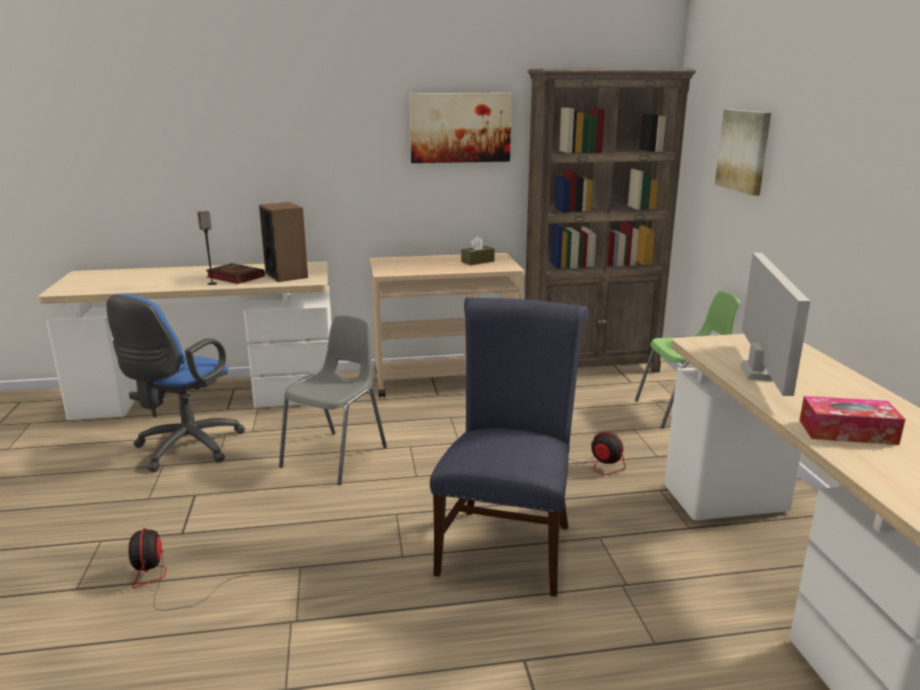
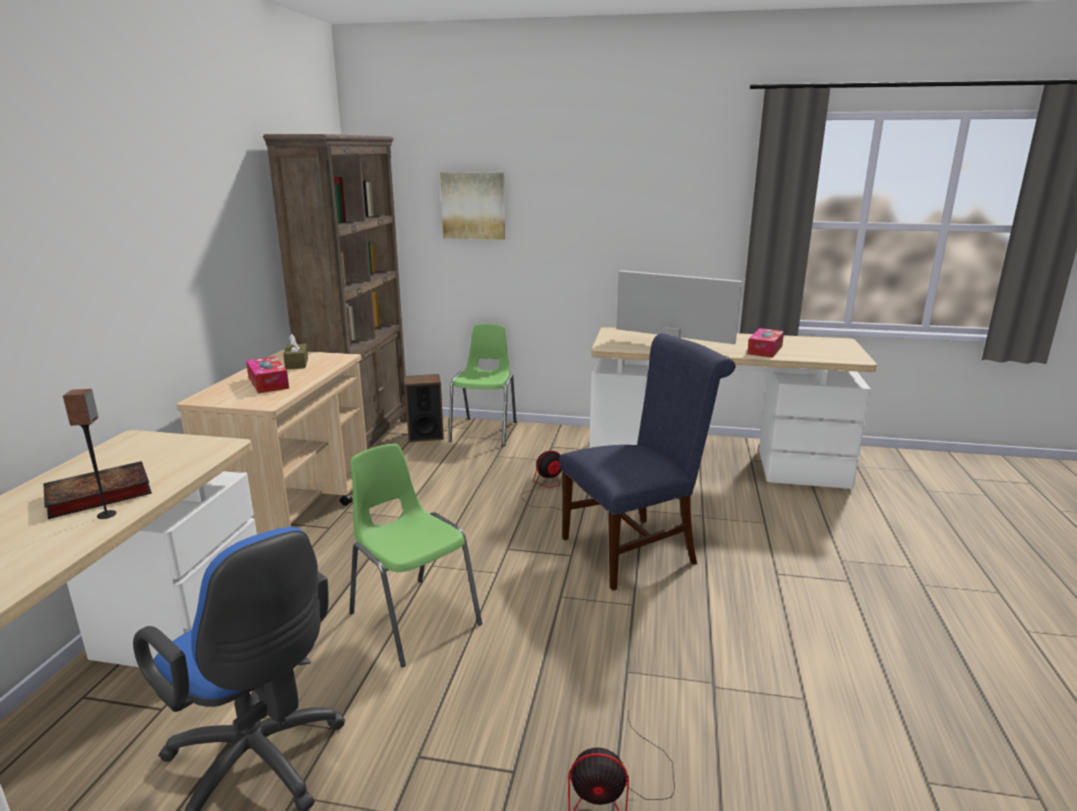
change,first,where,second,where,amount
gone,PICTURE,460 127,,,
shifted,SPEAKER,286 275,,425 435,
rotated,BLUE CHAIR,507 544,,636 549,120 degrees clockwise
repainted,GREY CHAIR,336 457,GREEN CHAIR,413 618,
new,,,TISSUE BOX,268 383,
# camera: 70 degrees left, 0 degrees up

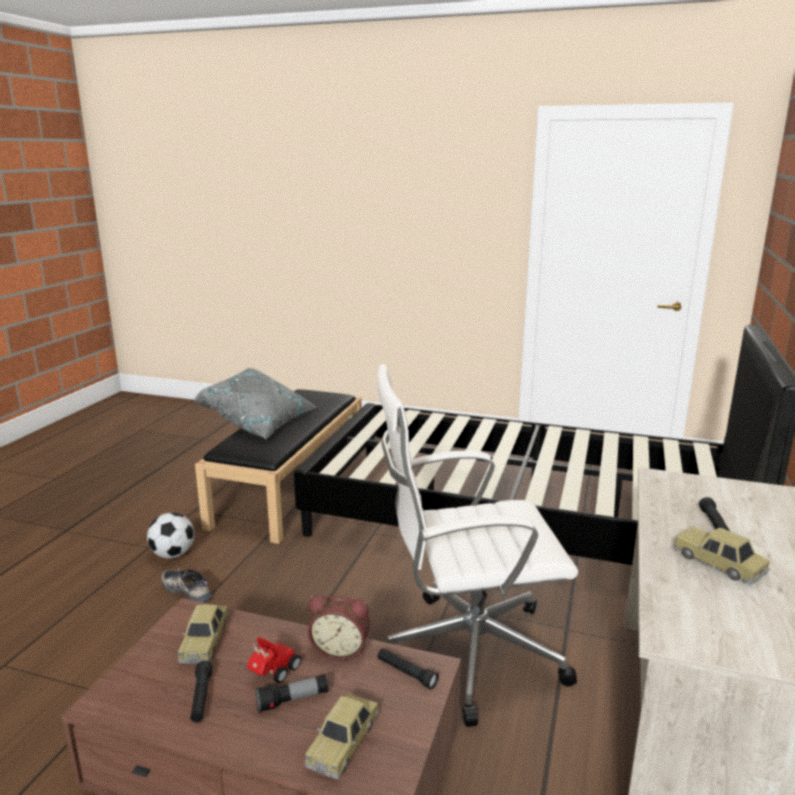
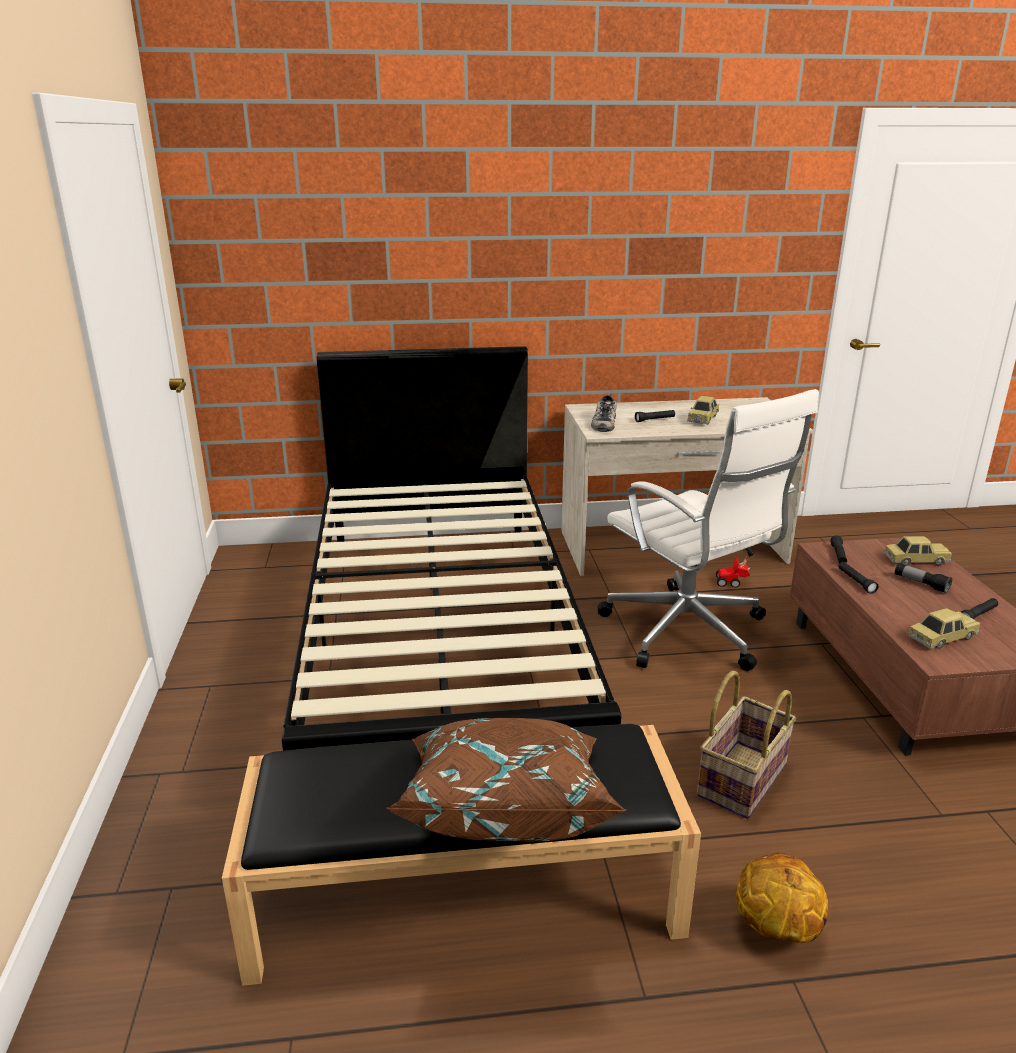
change,first,where,second,where,amount
repainted,GREY PILLOW,259 423,BROWN PILLOW,505 806,
swapped,FOOTBALL,173 554,BASKETBALL,775 928,
shifted,SHOE,188 590,,603 423,
swapped,ALARM CLOCK,340 649,BLACK FLASHLIGHT,856 582,
shifted,TOY CAR,272 673,,732 582,
new,,,BASKET,741 778,
# camera: 115 degrees left, 5 degrees up

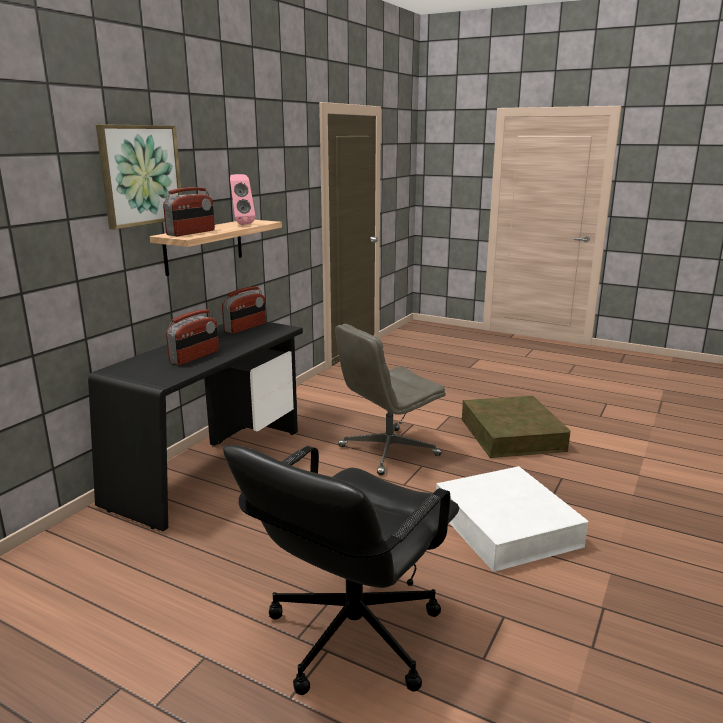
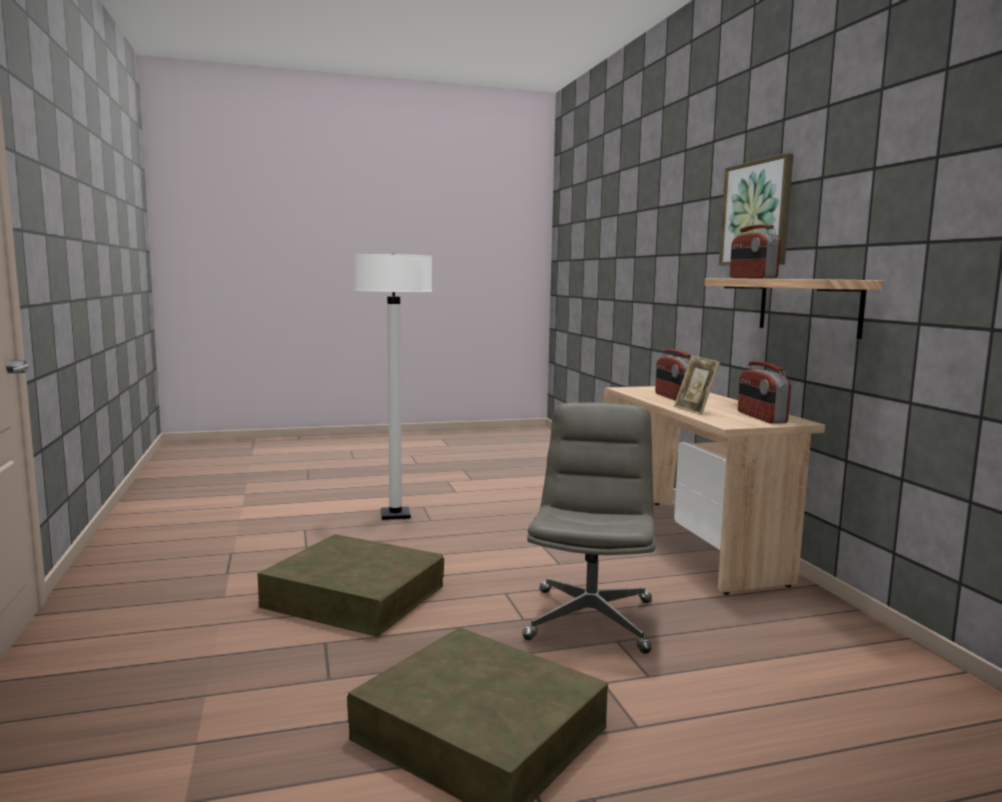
change,first,where,second,where,amount
gone,PINK SPEAKER,241 224,,,
repainted,BLACK DESK,212 467,BEIGE DESK,687 542,
swapped,BLACK OFFICE CHAIR,351 634,WHITE FLOOR LAMP,395 515,
repainted,WHITE STORAGE BOX,506 526,BROWN STORAGE BOX,354 596,
new,,,PICTURE FRAME,694 410,
# camera: 135 degrees right, 10 degrees down

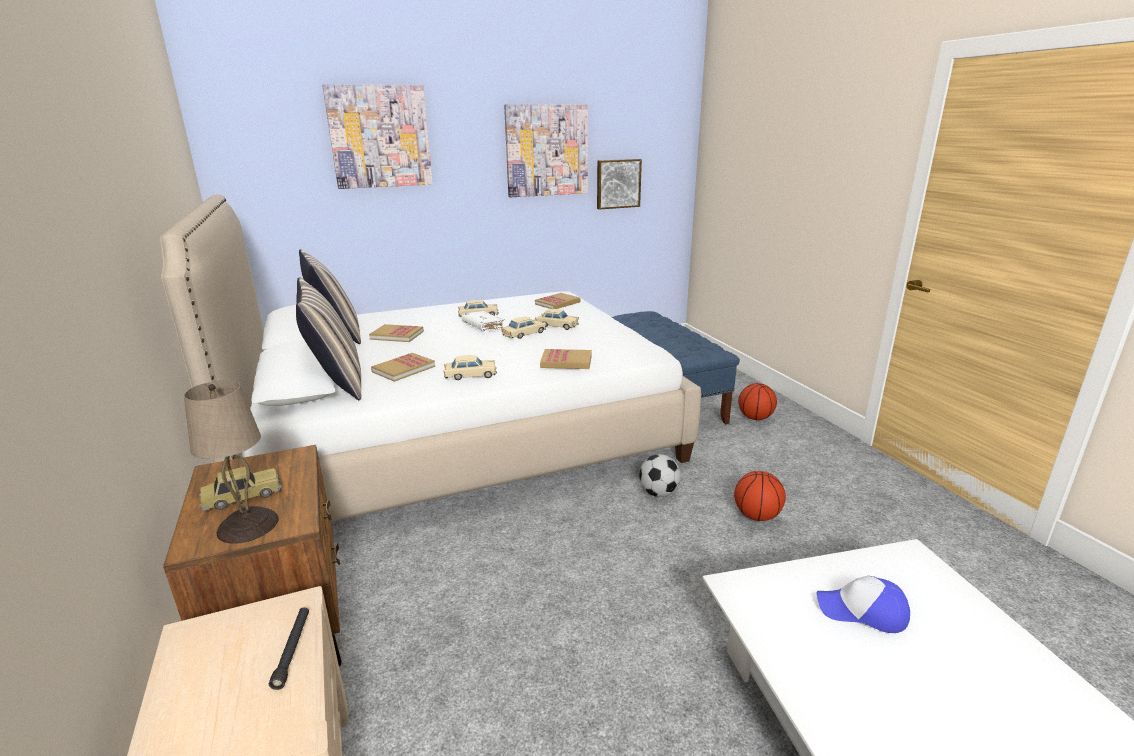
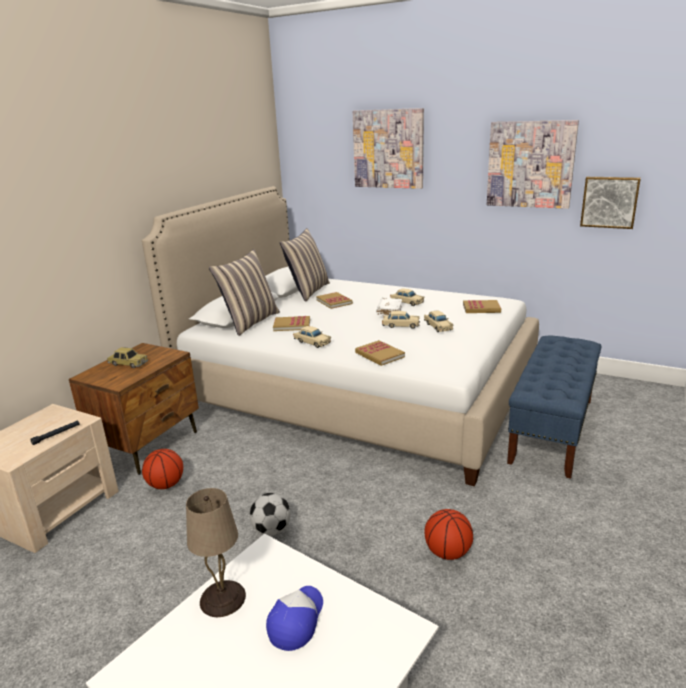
change,first,where,second,where,amount
shifted,BEIGE TABLE LAMP,247 526,,221 599,
shifted,BASKETBALL,755 418,,166 485,
shifted,FOOTBALL,659 493,,271 530,
rotated,CAP,862 611,,296 620,45 degrees clockwise
# camera: 50 degrees right, 0 degrees up

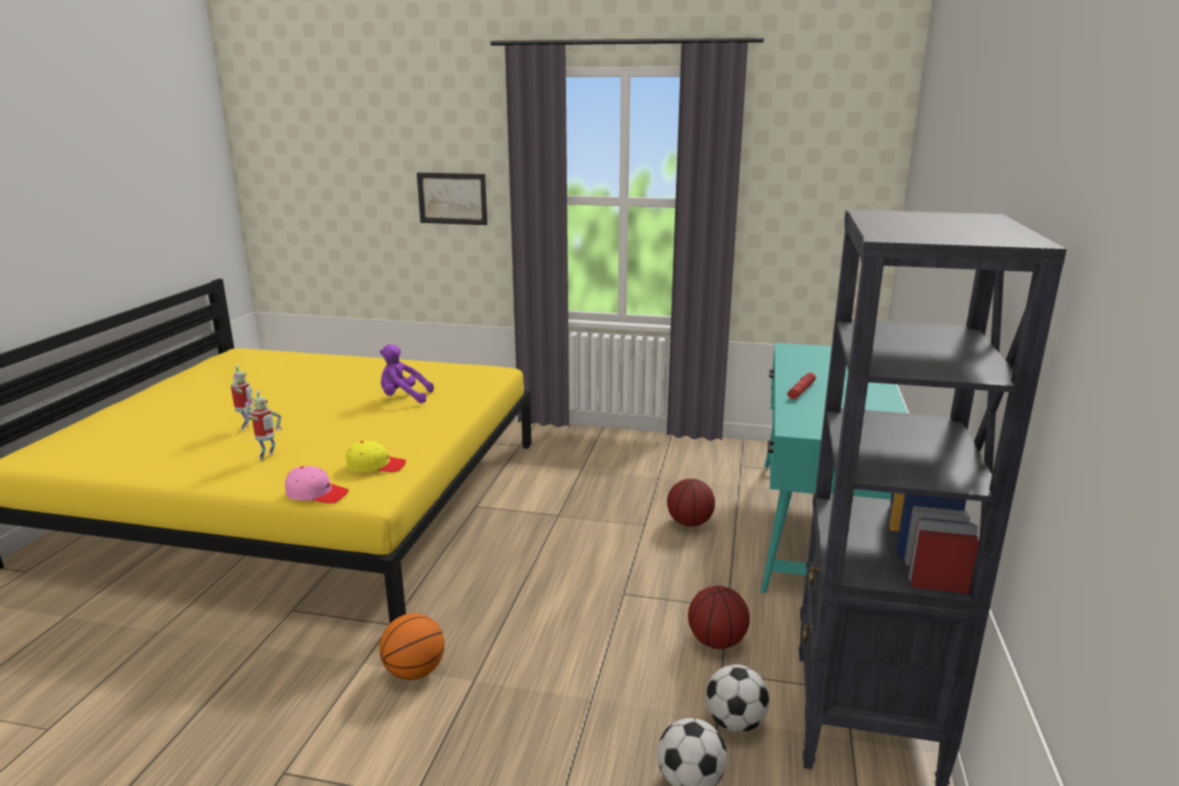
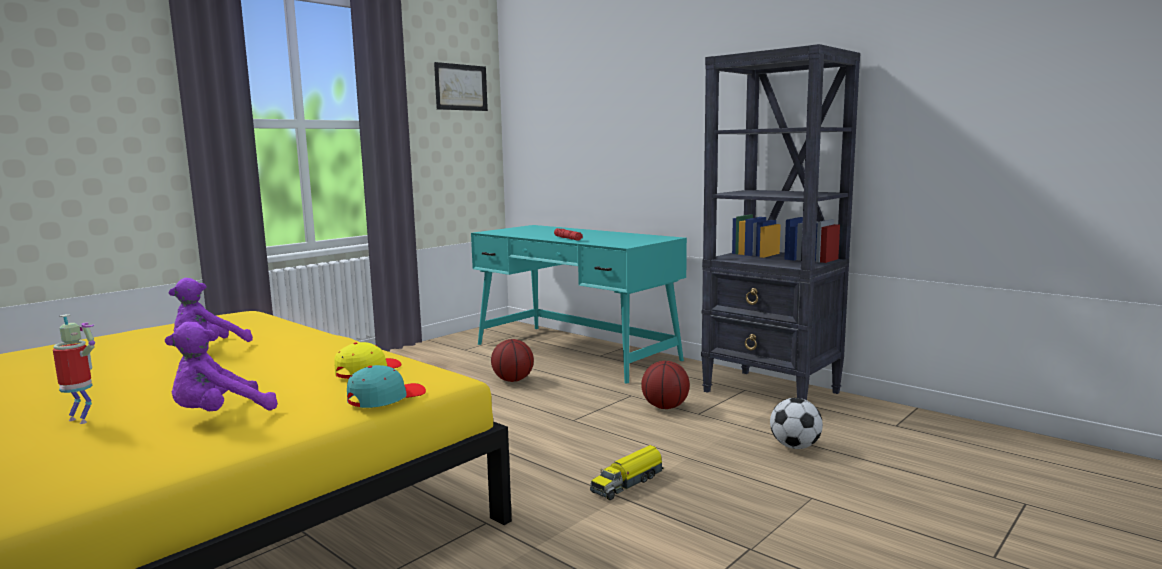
change,first,where,second,where,amount
shifted,PICTURE,452 198,,461 87,
swapped,TOY ROBOT,268 457,PURPLE PLUSH TOY,219 415,
repainted,PINK CAP,316 494,TURQUOISE CAP,386 398,
gone,BASKETBALL,414 671,,,
gone,FOOTBALL,734 722,,,
new,,,TOY TRUCK,628 482,
# camera: 60 degrees left, 10 degrees down

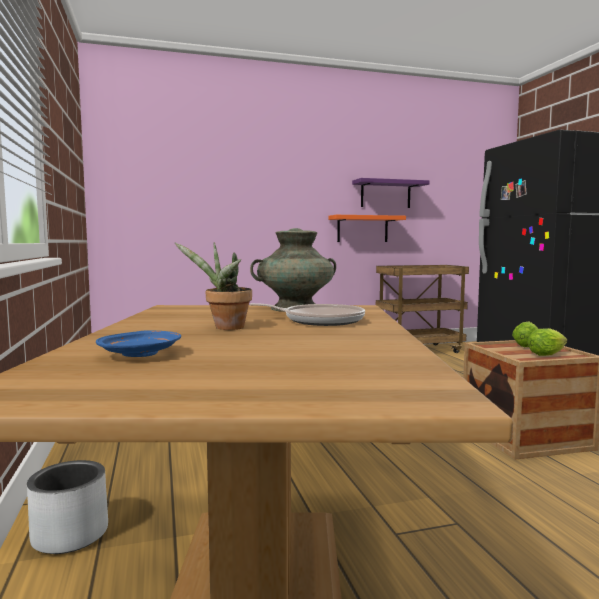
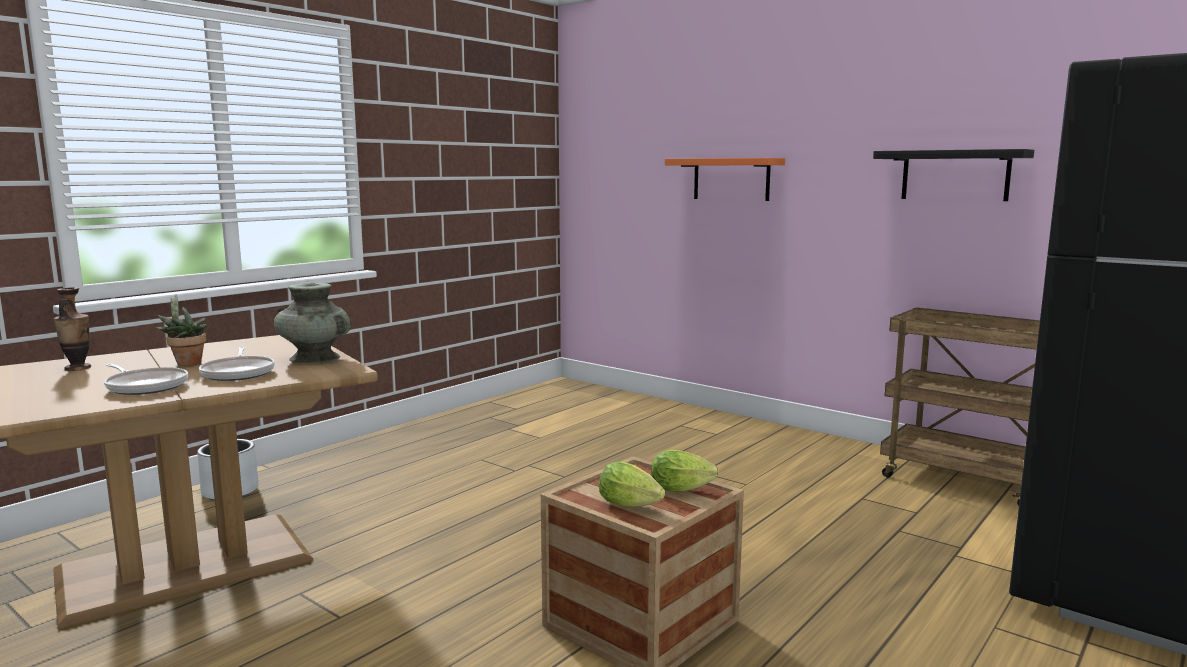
change,first,where,second,where,amount
repainted,PURPLE SHELF,385 194,BLACK SHELF,955 175,
shifted,ORANGE SHELF,362 229,,731 179,
swapped,BLUE PLATE,141 354,VASE,78 368,
new,,,FRYING PAN,145 386,
# camera: 55 degrees right, 5 degrees up

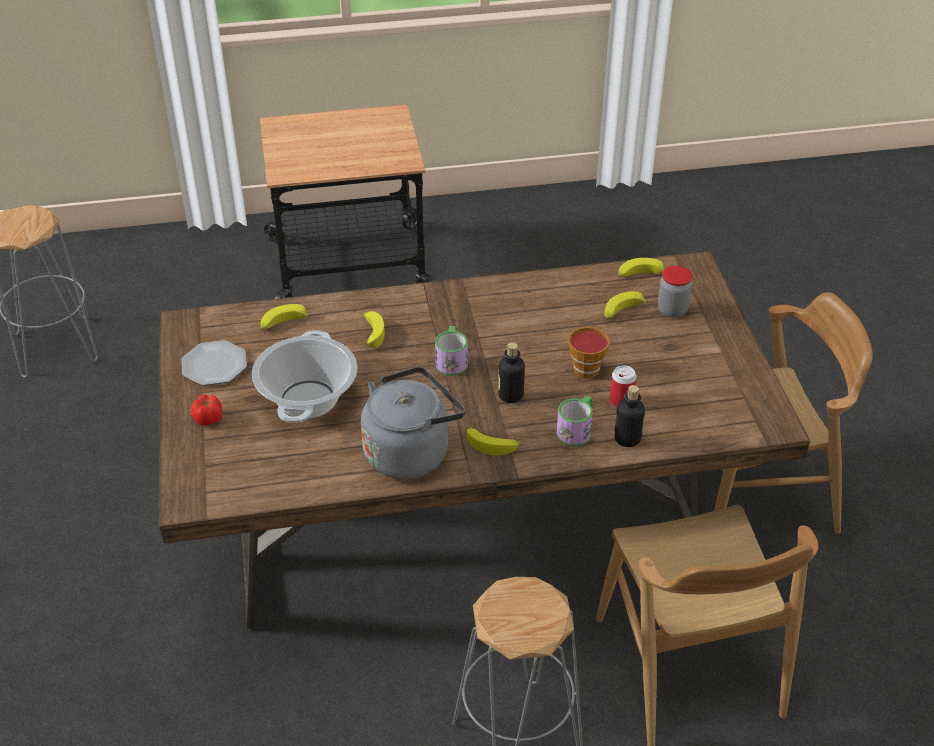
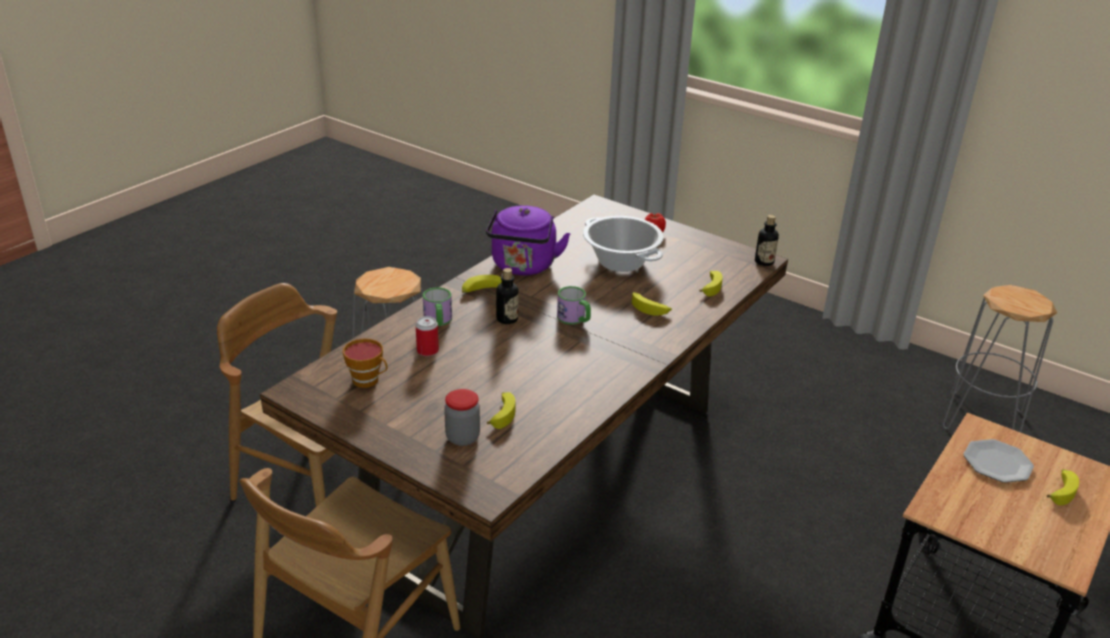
change,first,where,second,where,amount
shifted,BANANA,639 275,,1060 490,
shifted,CUP,584 367,,368 381,
shifted,PLATE,215 365,,997 463,
repainted,GREY KETTLE,410 451,PURPLE KETTLE,523 267,
shifted,BOTTLE,627 438,,764 262,
# camera: 135 degrees right, 10 degrees down

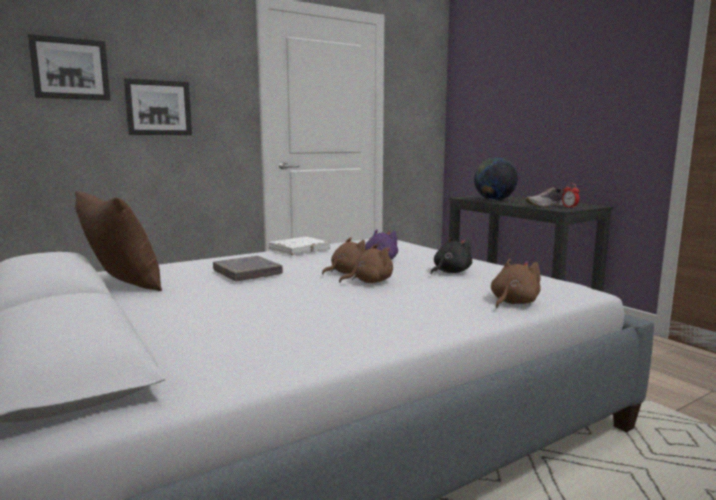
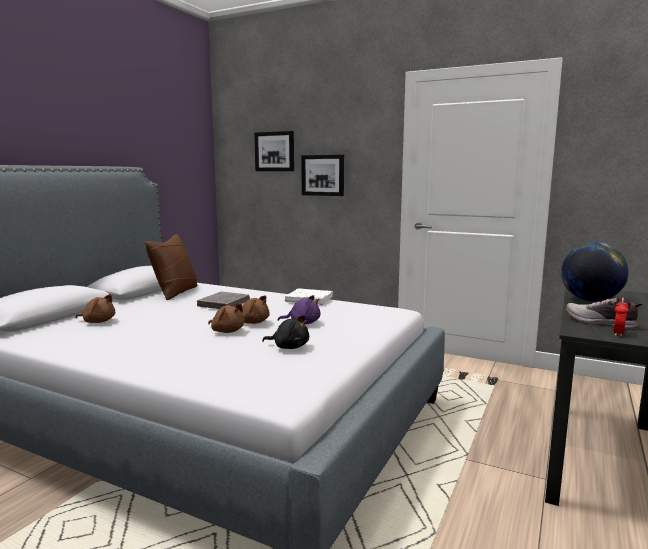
change,first,where,second,where,amount
shifted,BROWN PLUSH TOY,513 302,,98 321,
# camera: 60 degrees right, 0 degrees up

